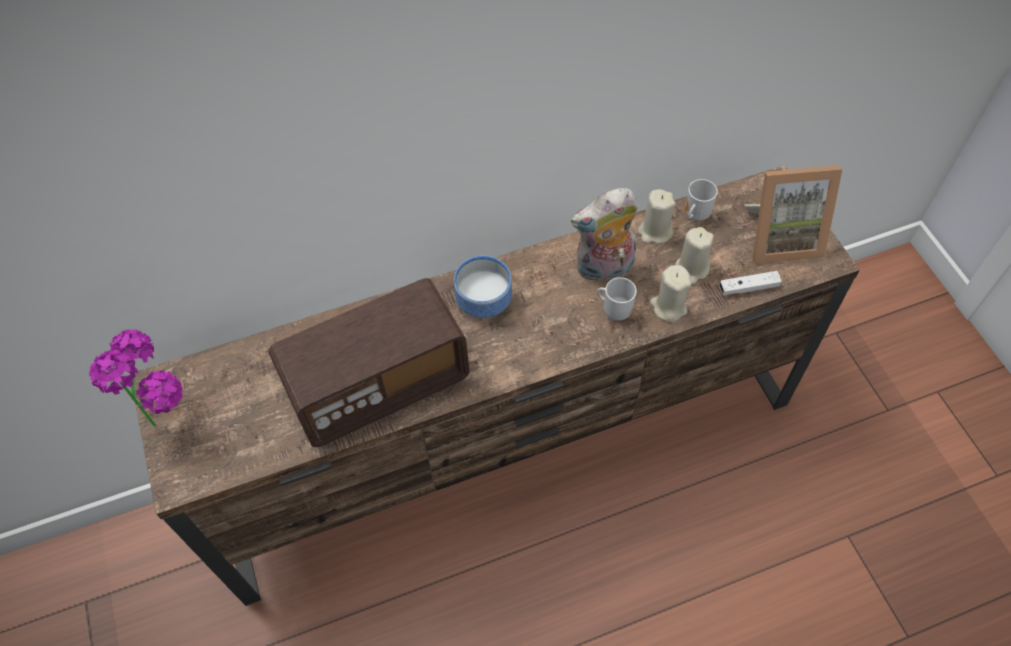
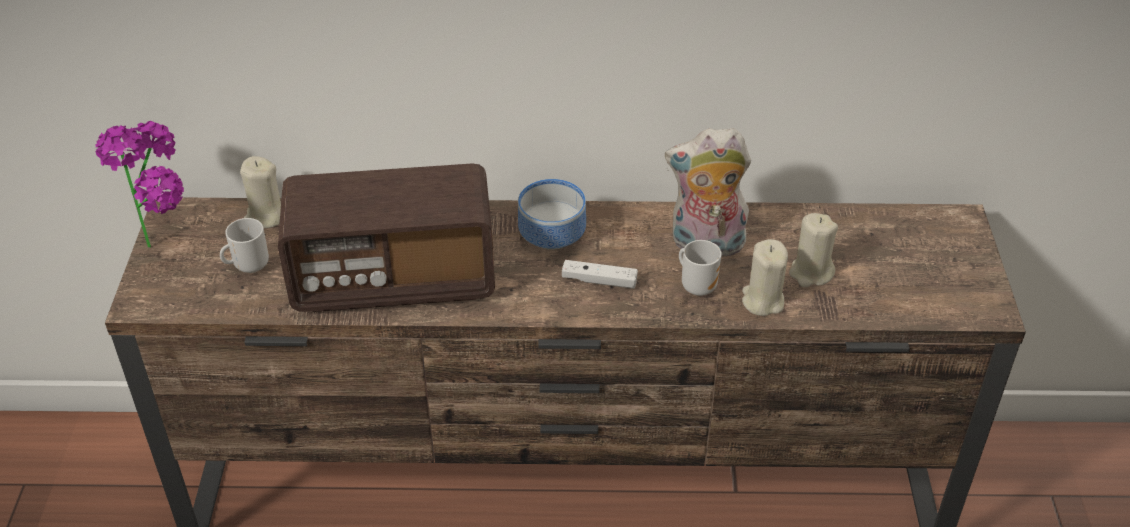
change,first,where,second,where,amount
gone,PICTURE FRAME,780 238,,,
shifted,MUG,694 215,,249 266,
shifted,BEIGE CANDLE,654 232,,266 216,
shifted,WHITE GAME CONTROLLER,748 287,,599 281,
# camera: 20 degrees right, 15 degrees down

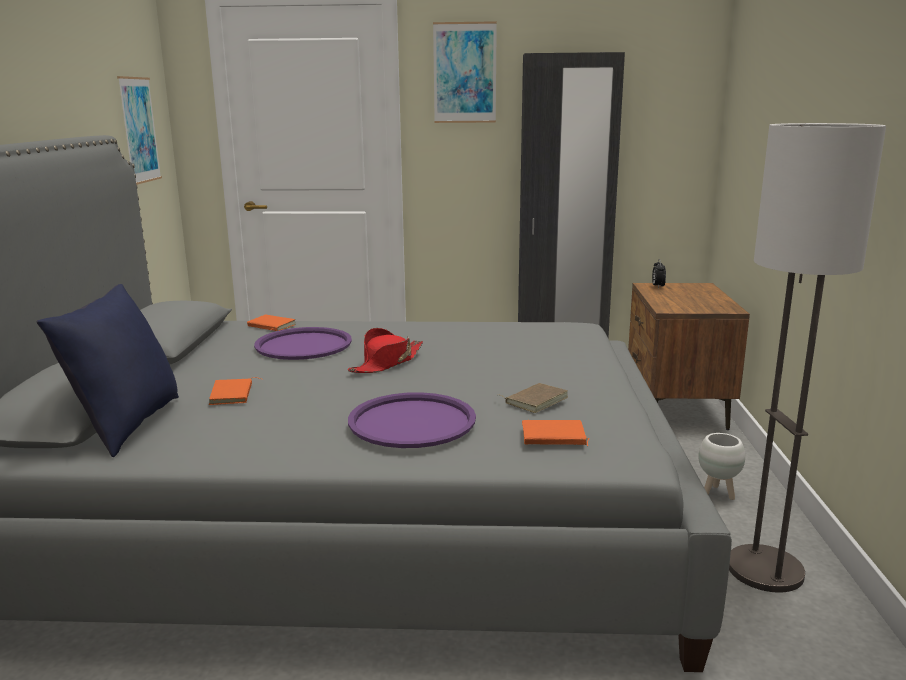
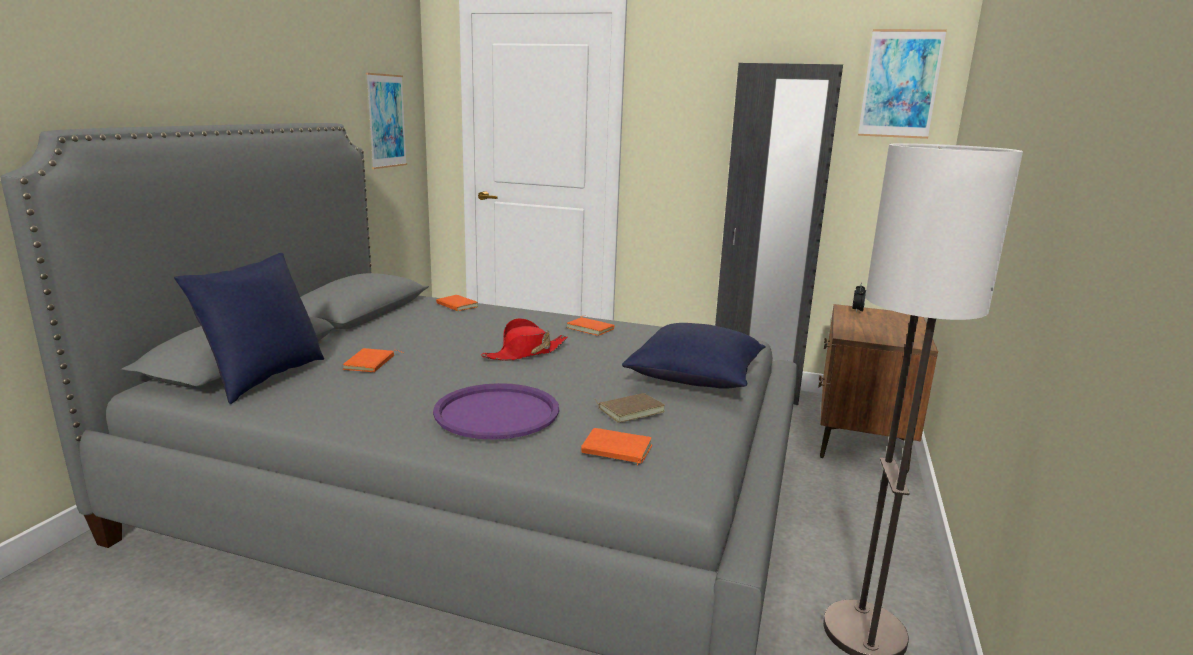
change,first,where,second,where,amount
shifted,PICTURE,464 73,,900 84,
gone,PURPLE TRAY,303 345,,,
gone,WHITE PLANTER,717 494,,,
new,,,ORANGE BOOK,591 328,
new,,,BLUE PILLOW,696 379,
# camera: 15 degrees right, 0 degrees up

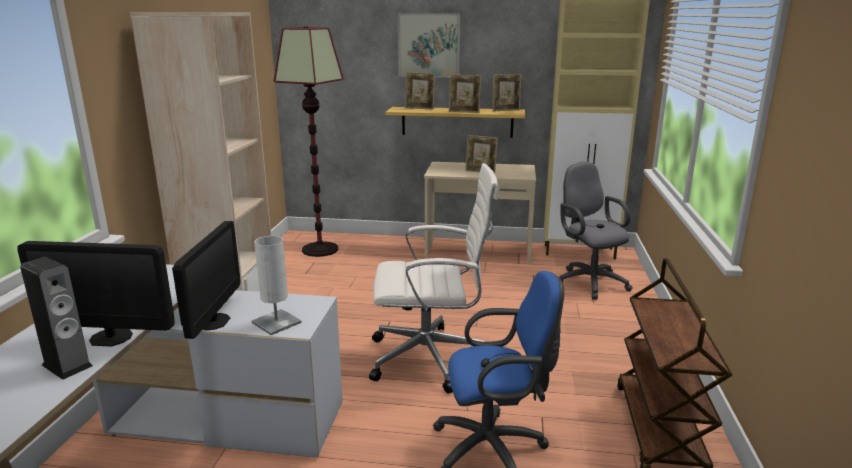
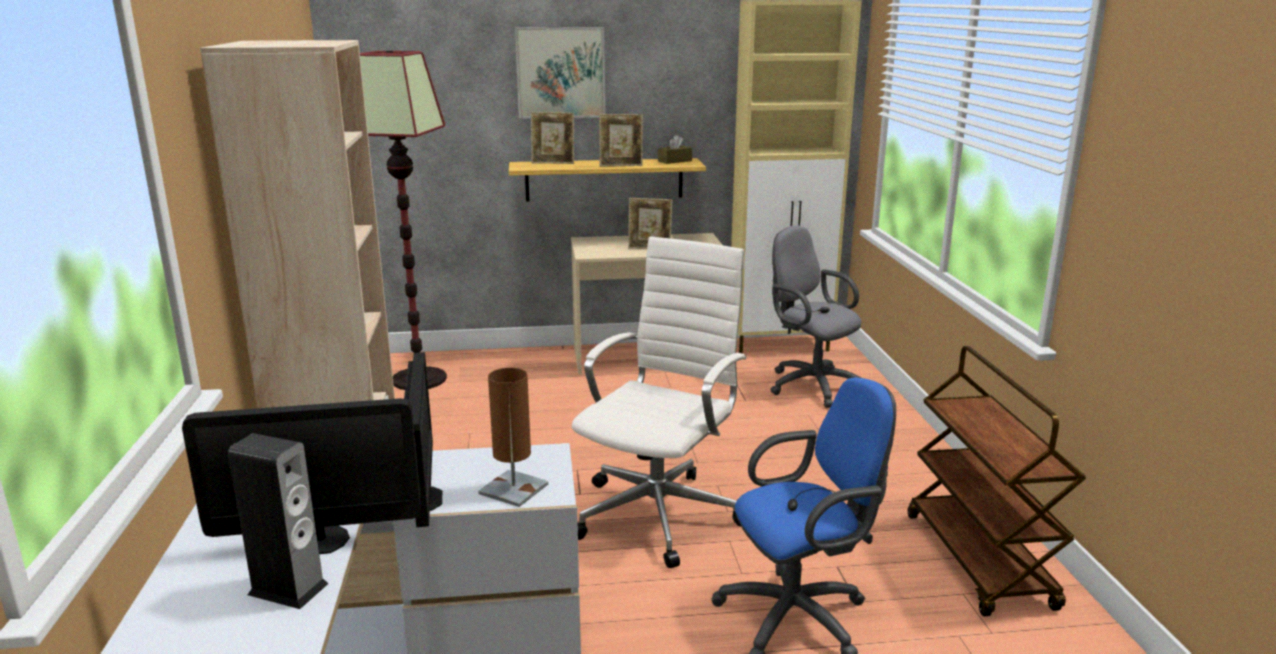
change,first,where,second,where,amount
swapped,PICTURE FRAME,506 110,BROWN TISSUE BOX,675 161,
rotated,WHITE OFFICE CHAIR,431 358,,660 513,45 degrees counterclockwise
repainted,WHITE TABLE LAMP,276 322,BROWN TABLE LAMP,513 489,
# camera: 15 degrees left, 0 degrees up

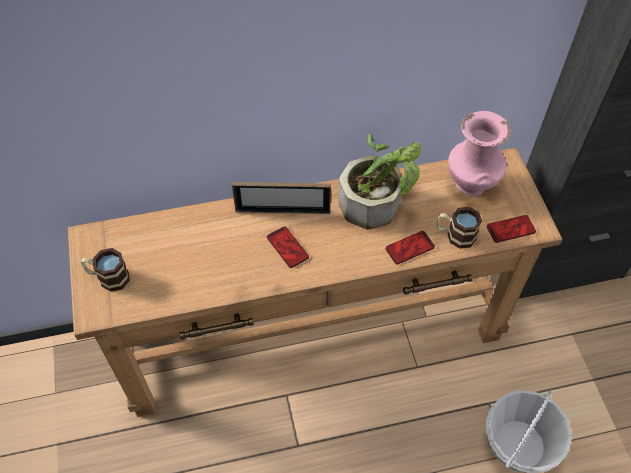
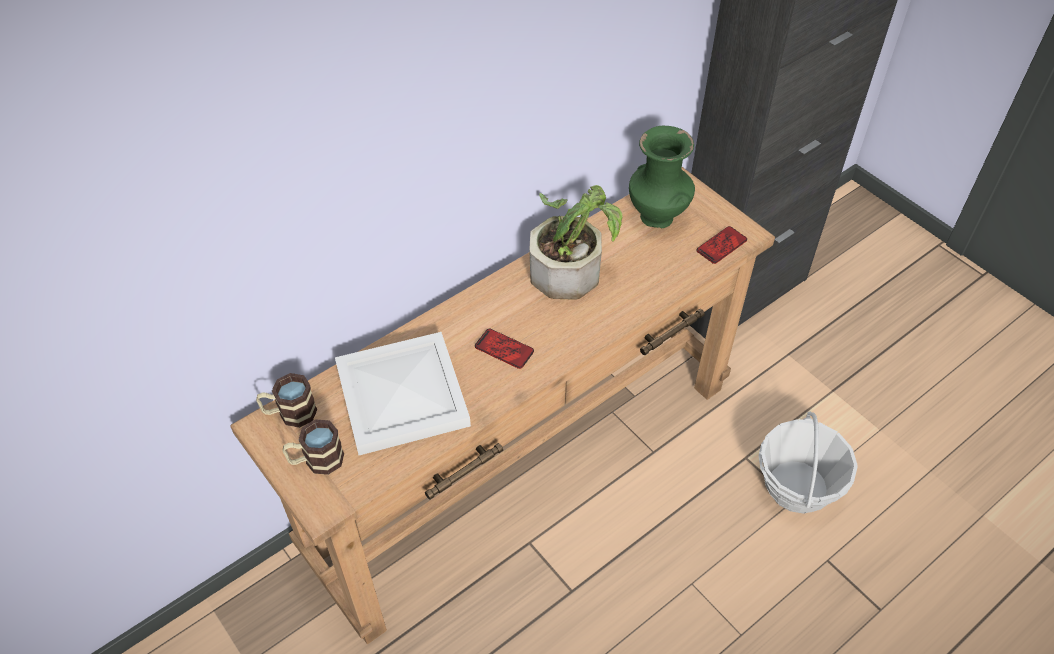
change,first,where,second,where,amount
repainted,PINK VASE,470 187,GREEN VASE,658 218,
gone,PICTURE FRAME,282 211,,,
shifted,MUG,455 235,,290 413,
gone,PHONE,409 248,,,
new,,,WHITE TRAY,400 395,
# camera: 25 degrees left, 5 degrees down

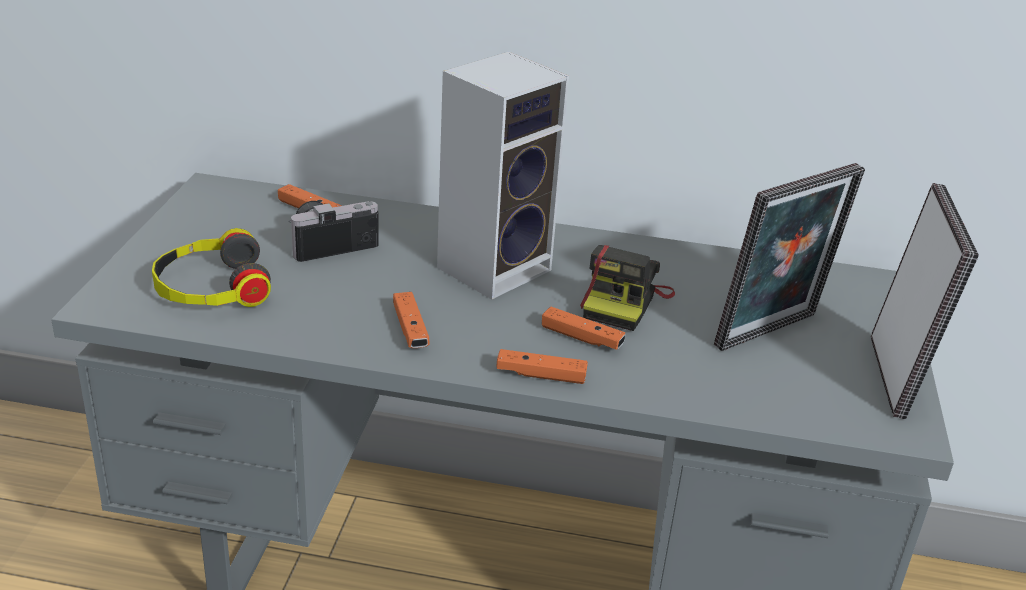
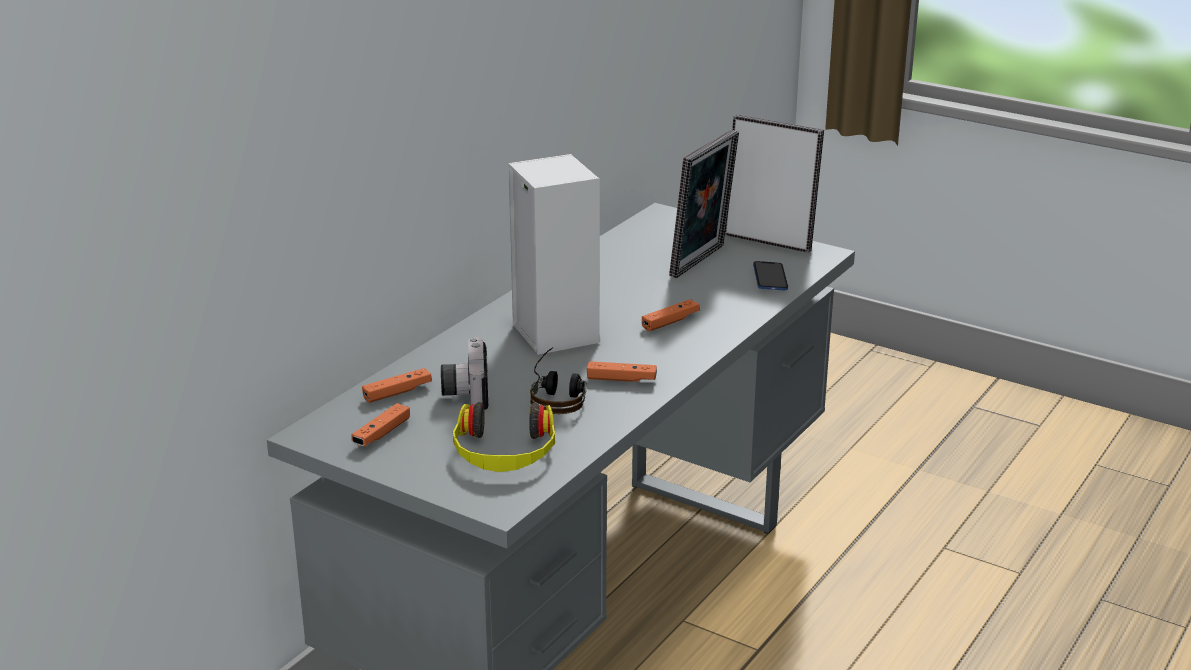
change,first,where,second,where,amount
rotated,PICTURE FRAME,771 334,,702 262,45 degrees clockwise
gone,PHOTO CAMERA,624 302,,,
shifted,ORANGE GAME CONTROLLER,541 375,,381 433,
new,,,PHONE,770 278,
new,,,HEADPHONES,558 395,
# camera: 65 degrees left, 5 degrees down

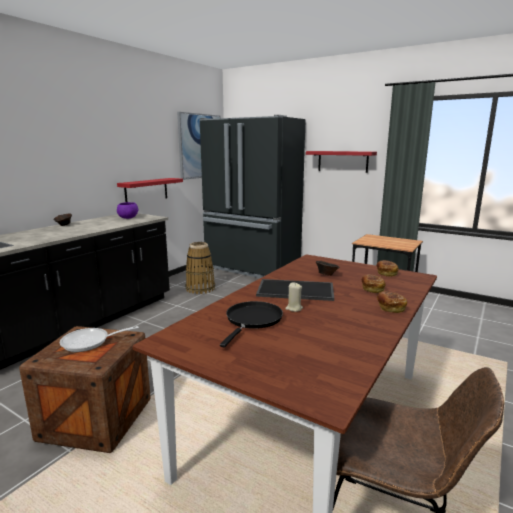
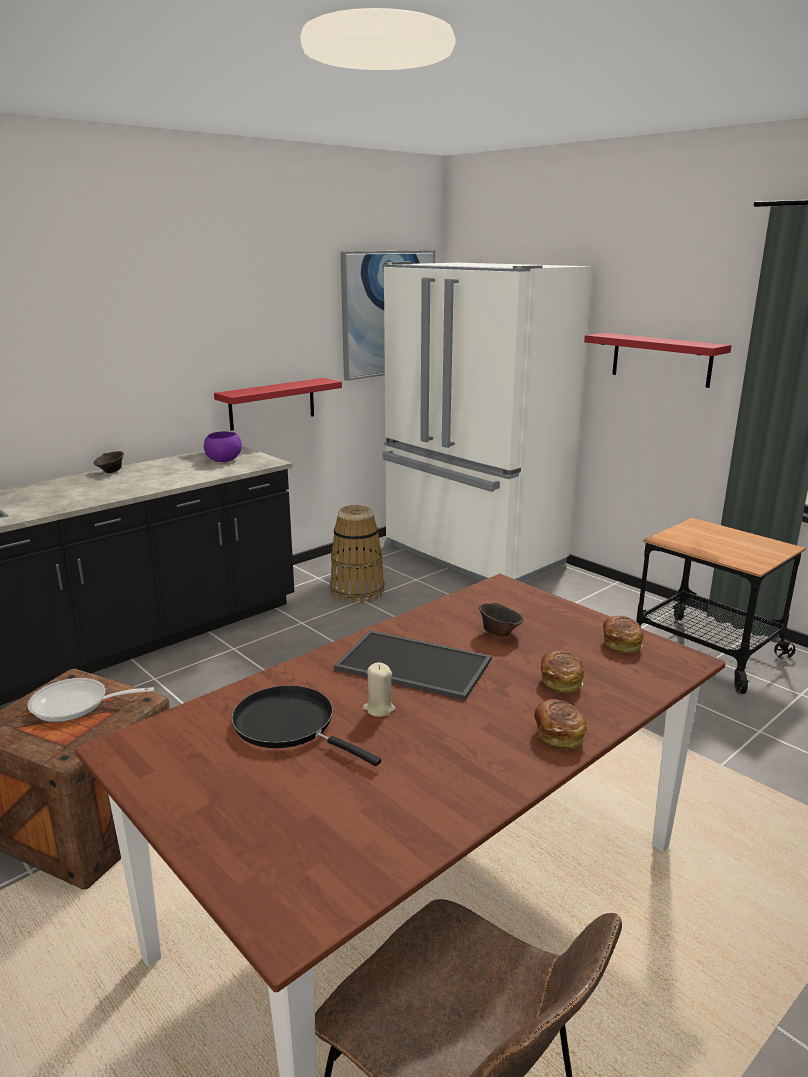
change,first,where,second,where,amount
repainted,BLACK FRIDGE,251 268,WHITE FRIDGE,471 556,
rotated,BLACK FRYING PAN,252 320,,290 725,90 degrees counterclockwise
# camera: 15 degrees right, 5 degrees up

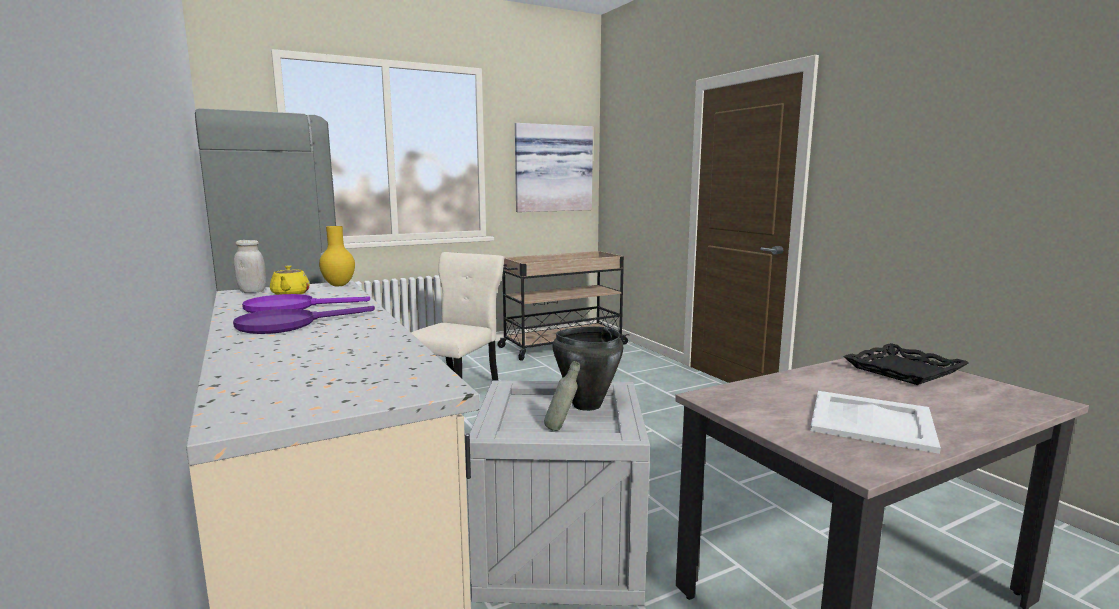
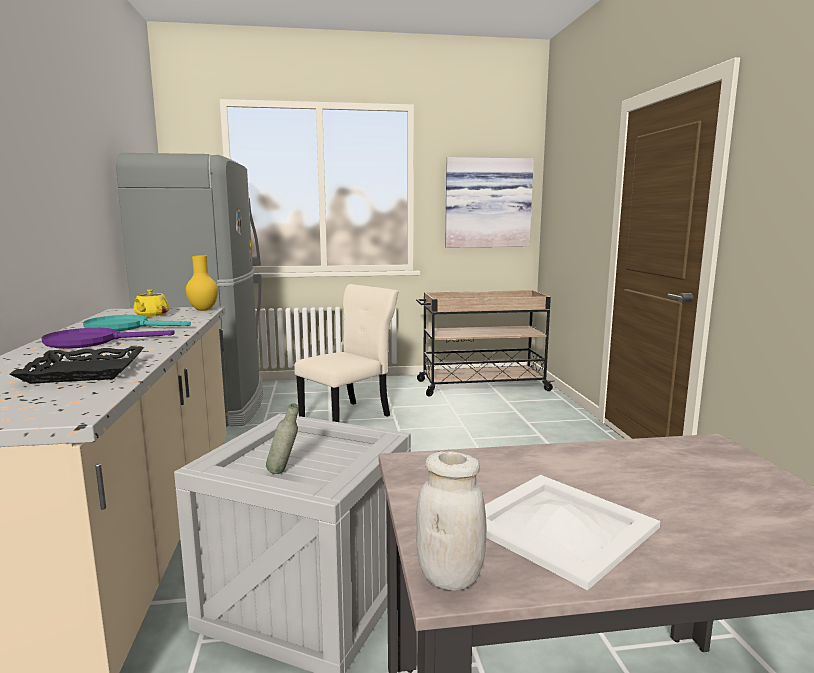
change,first,where,second,where,amount
shifted,WHITE JAR,252 291,,450 577,
repainted,PURPLE FRYING PAN,290 308,TURQUOISE FRYING PAN,125 327,
gone,BLACK COOKING POT,586 405,,,
shifted,BLACK TRAY,902 370,,85 371,
# camera: 20 degrees right, 0 degrees up

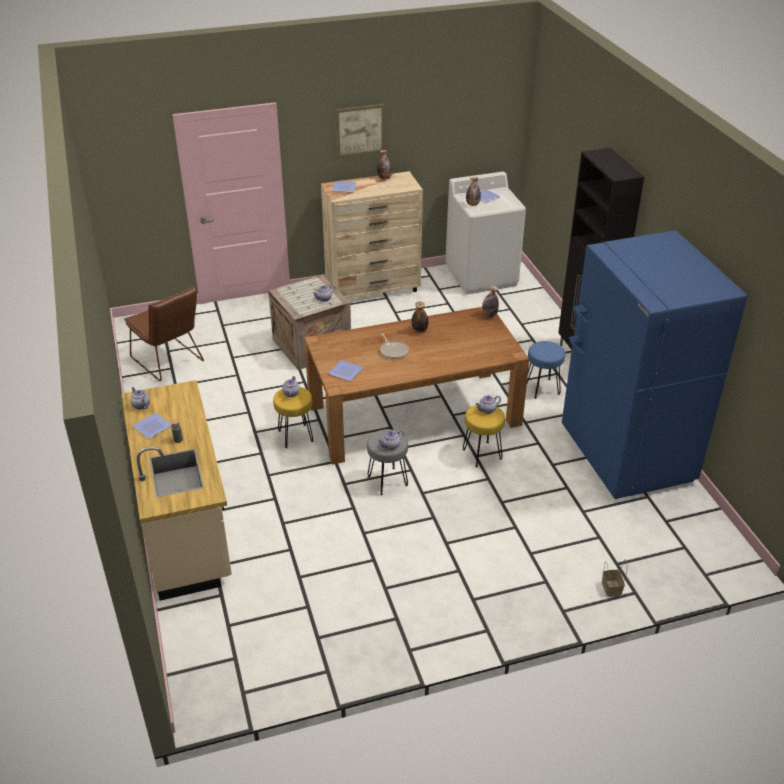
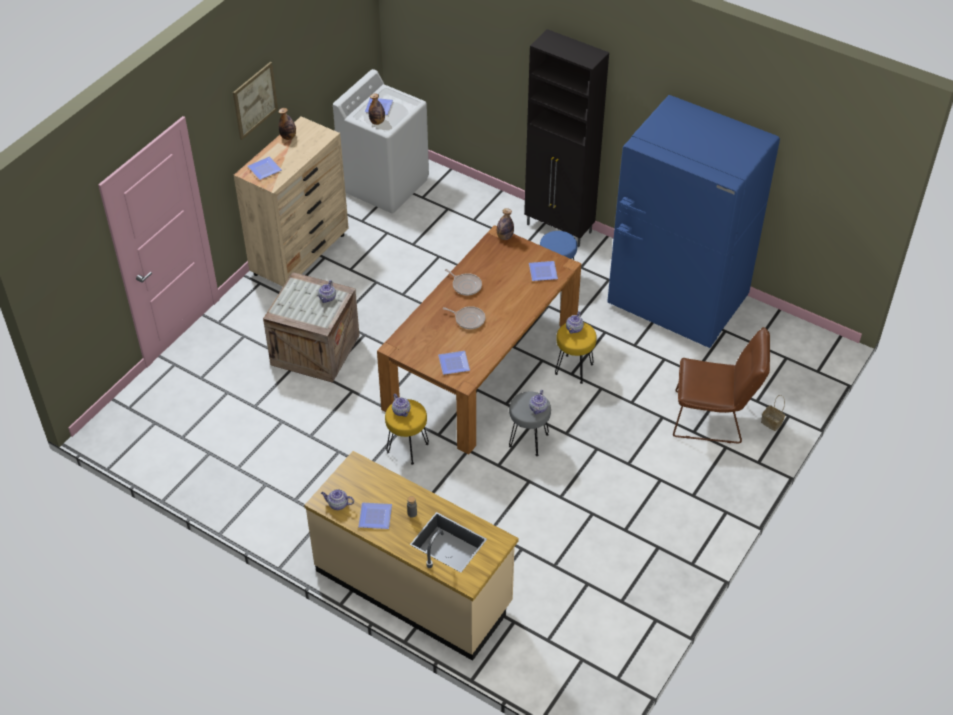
change,first,where,second,where,amount
shifted,BROWN CHAIR,170 361,,714 418,
swapped,BOTTLE,419 330,FRYING PAN,465 285,
new,,,PLATE,544 272,
# camera: 40 degrees left, 10 degrees up

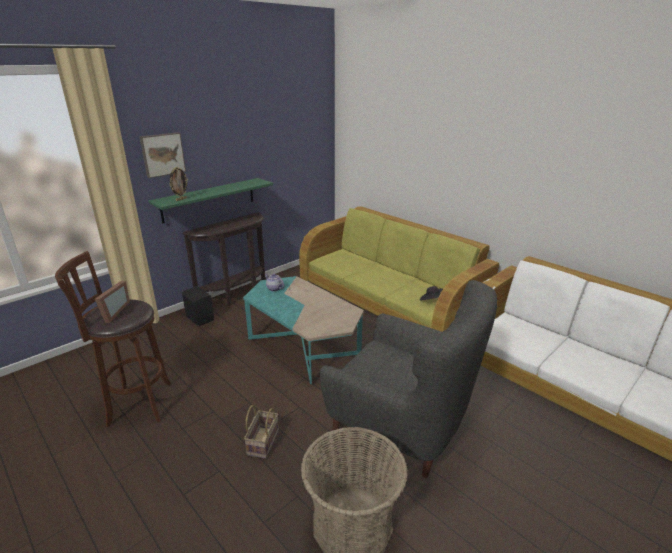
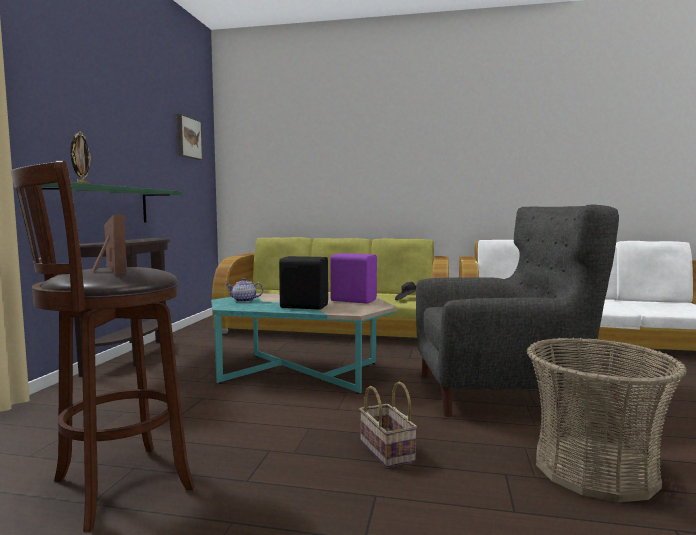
change,first,where,second,where,amount
shifted,PICTURE,162 154,,188 138,
shifted,BLACK SPEAKER,200 318,,303 306,
new,,,PURPLE SPEAKER,353 300,
# camera: 35 degrees left, 20 degrees down

